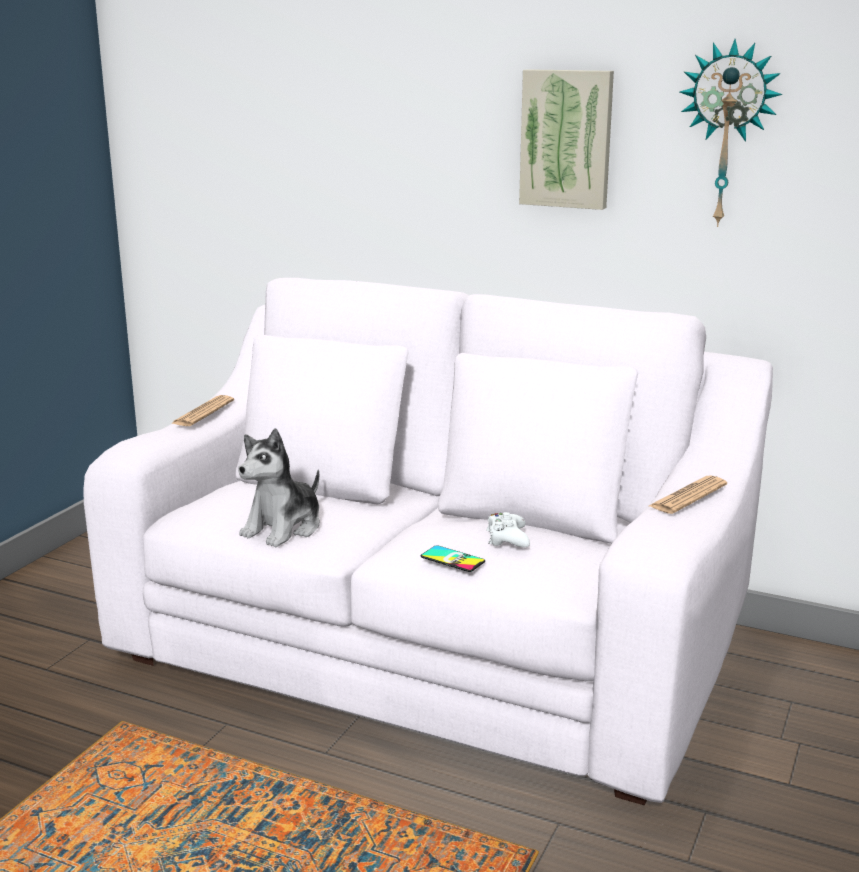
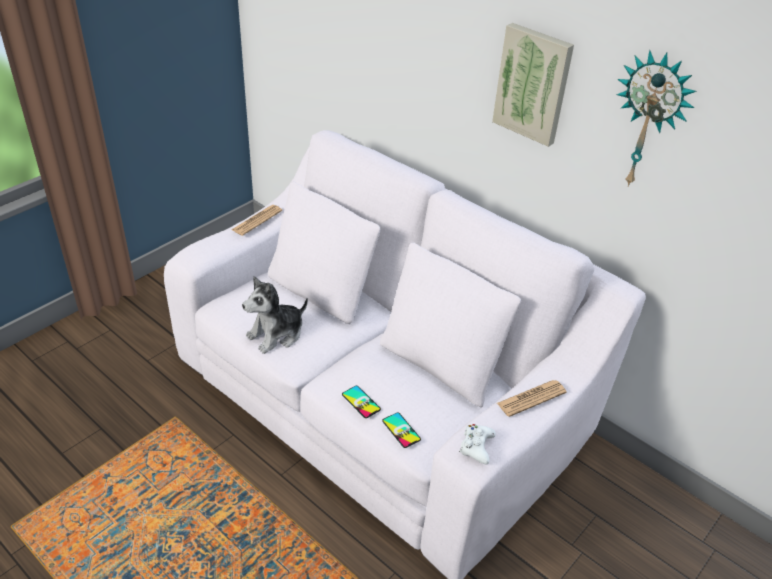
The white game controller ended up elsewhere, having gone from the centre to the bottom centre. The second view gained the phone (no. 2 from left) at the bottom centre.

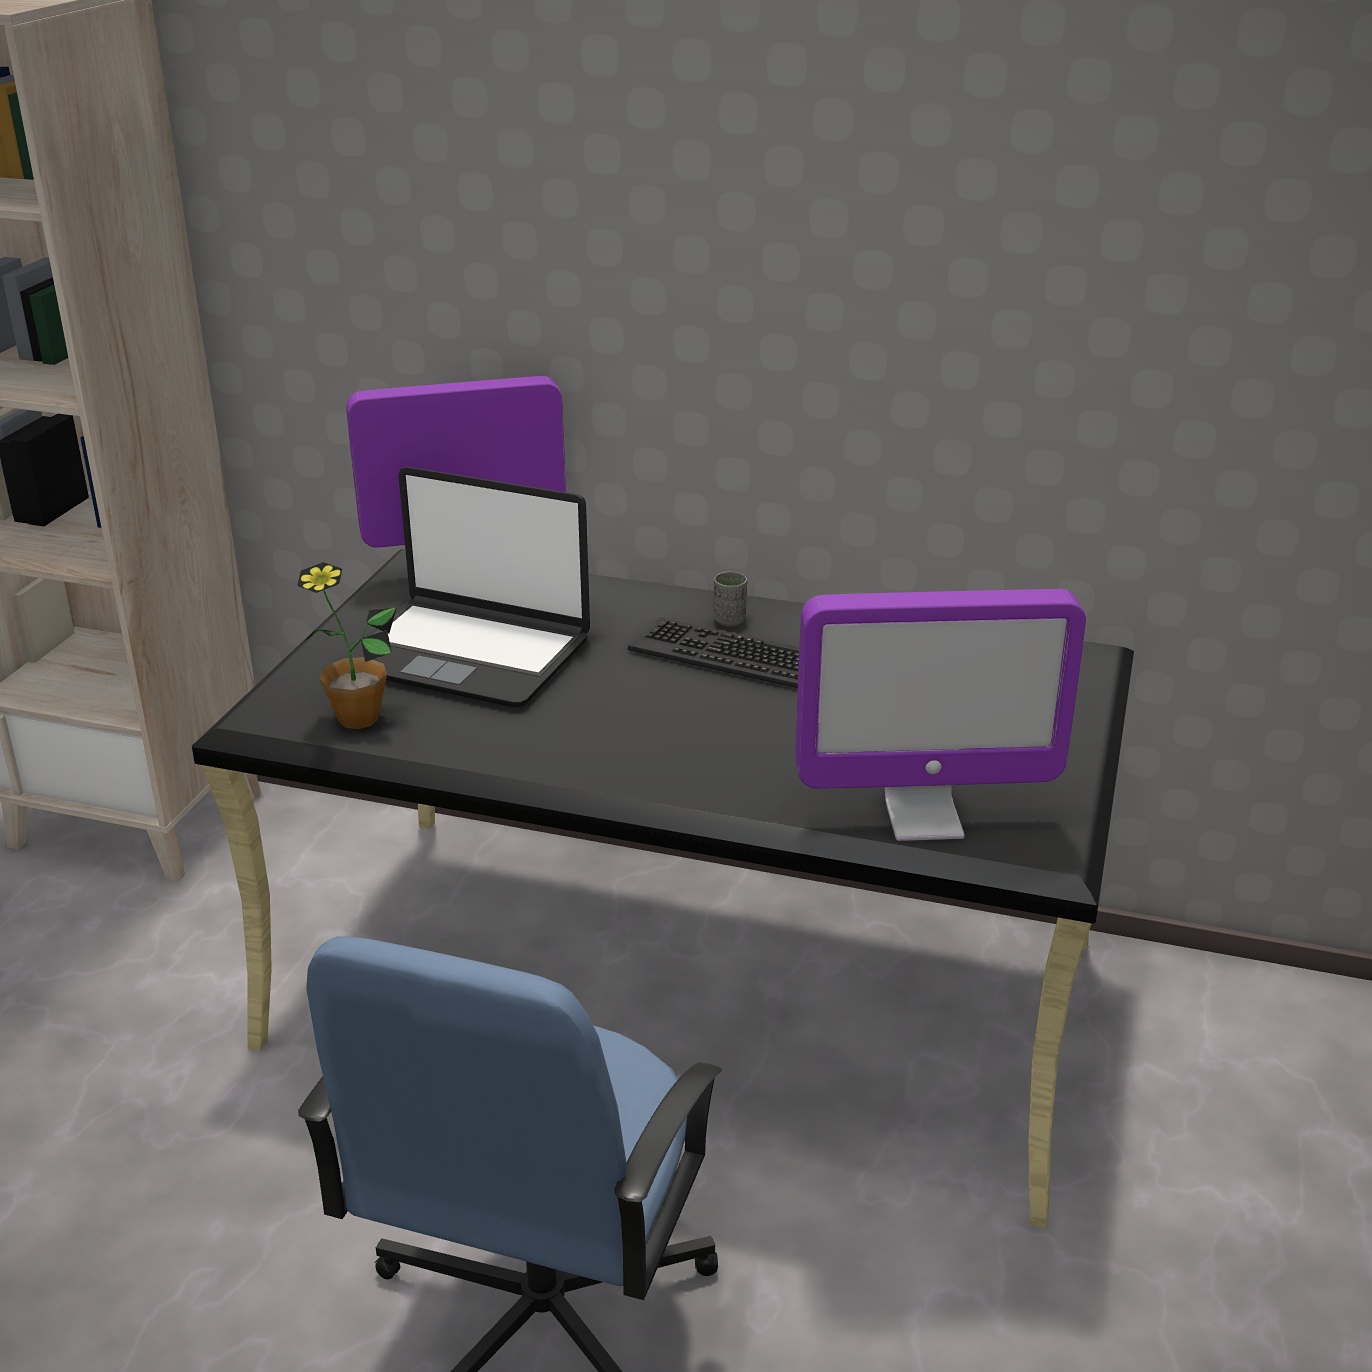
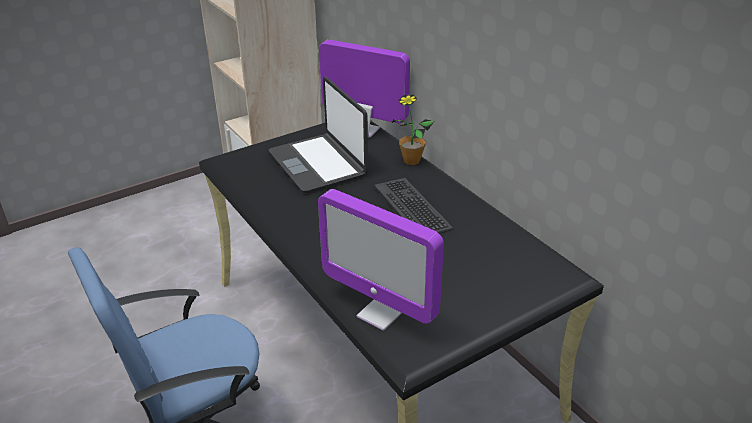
The potted plant ended up elsewhere, having gone from the middle left to the top centre. The second view lost the grey cup at the centre.

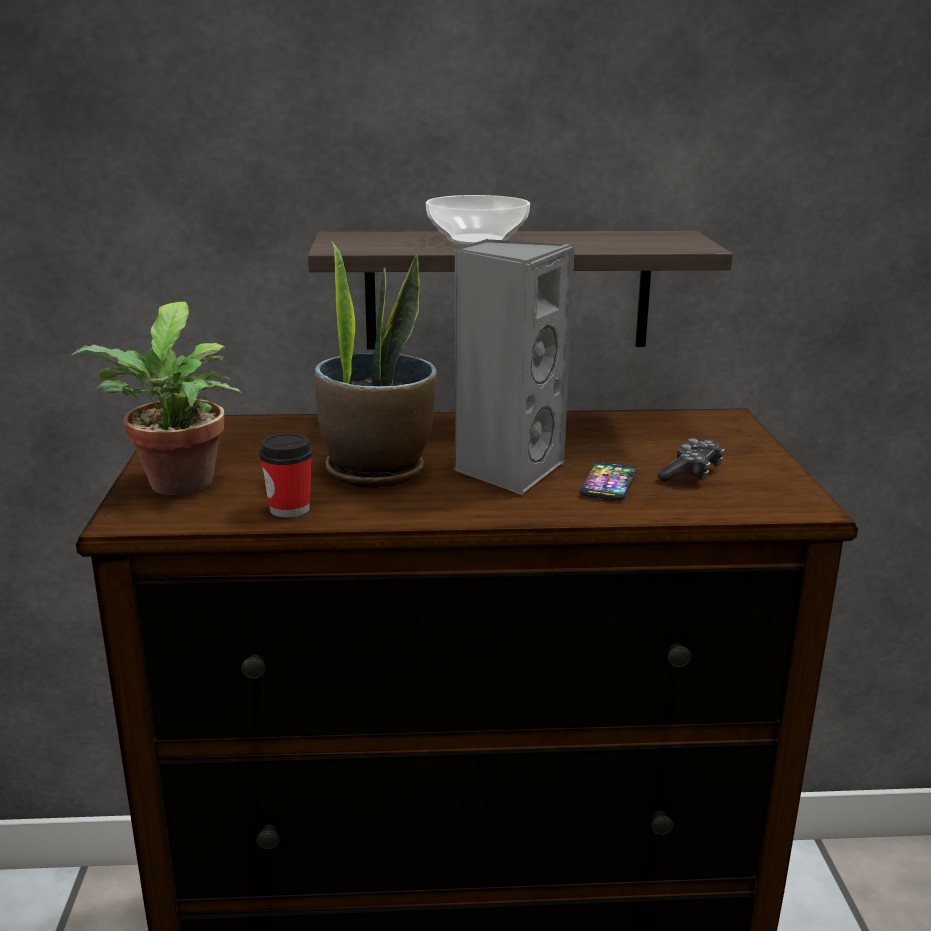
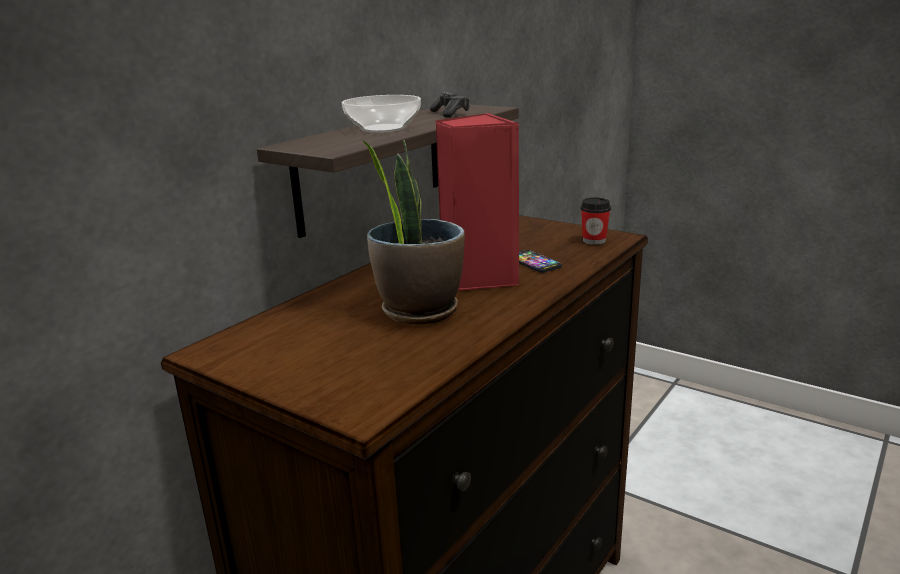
What was the grey speaker at the centre turned into the red speaker at the centre. The second view lost the potted plant (no. 1 from left) at the middle left. The cup ended up elsewhere, having gone from the middle left to the centre. The game controller ended up elsewhere, having gone from the middle right to the top centre.

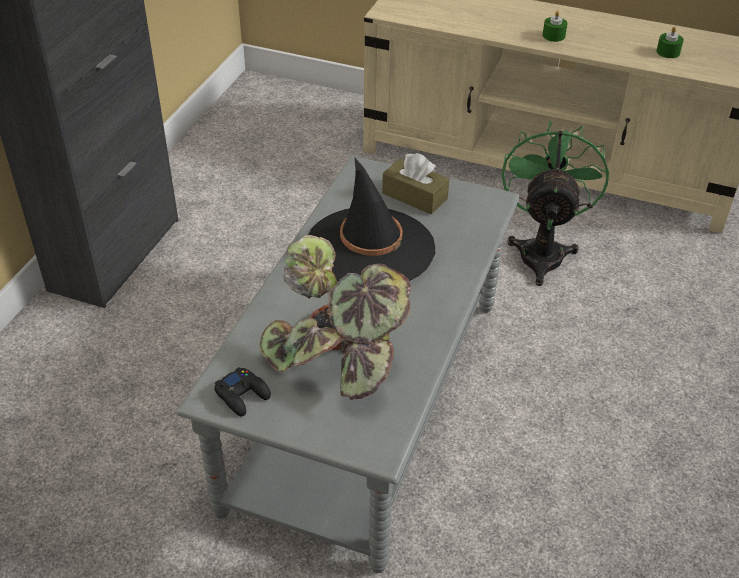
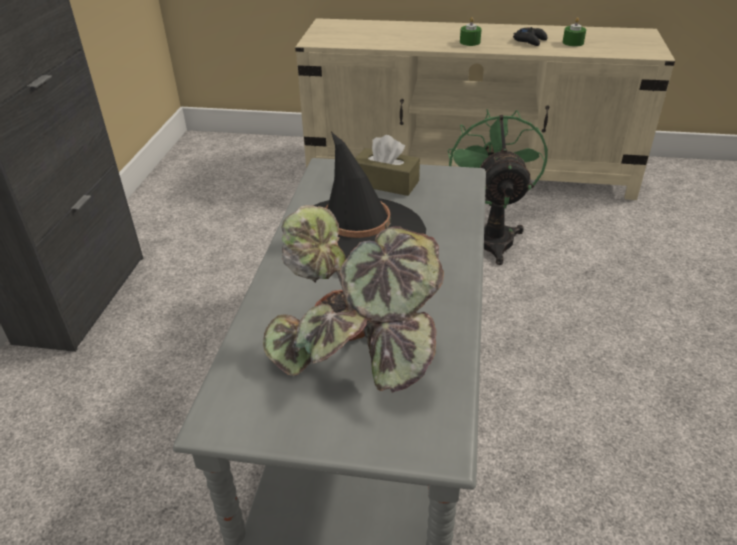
The black game controller ended up elsewhere, having gone from the bottom left to the top right.

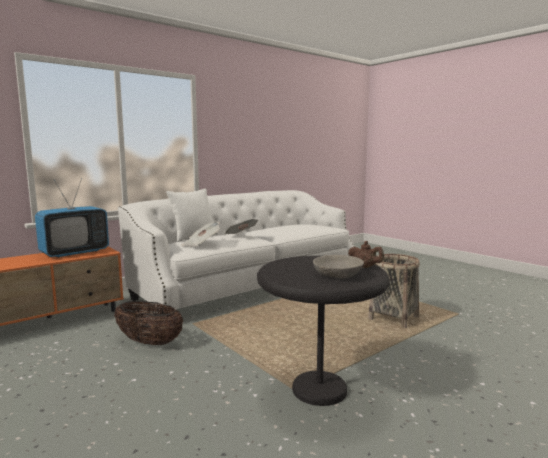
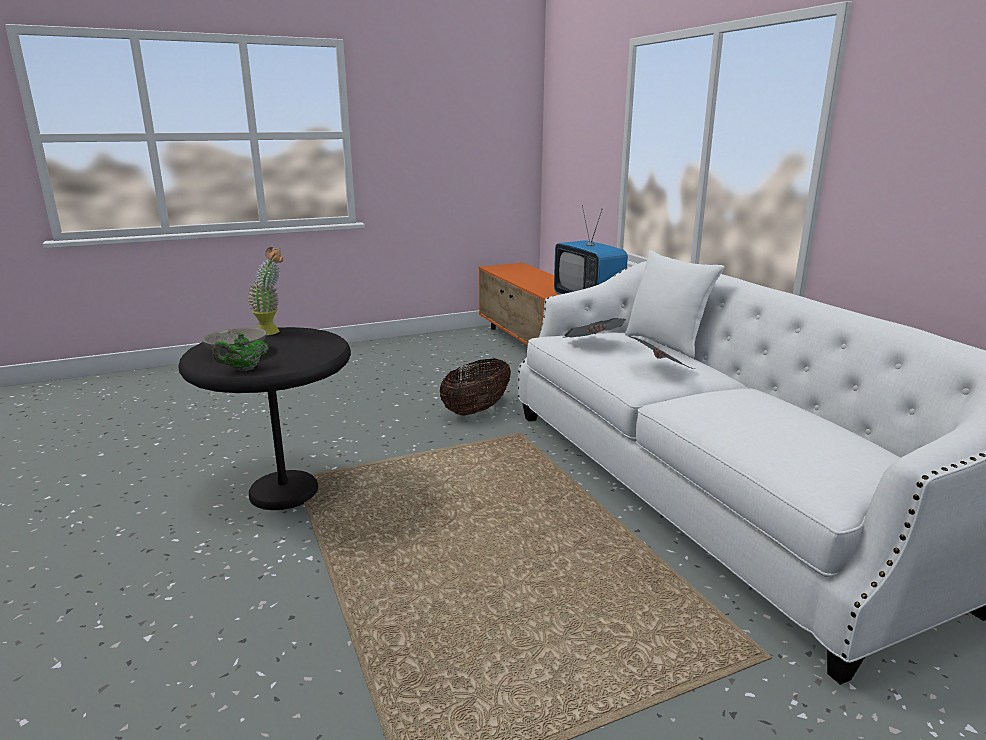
What was the brown teapot at the middle right turned into the green teapot at the middle left. The second view lost the basket (no. 2 from left) at the middle right. The second view gained the potted plant at the middle left.

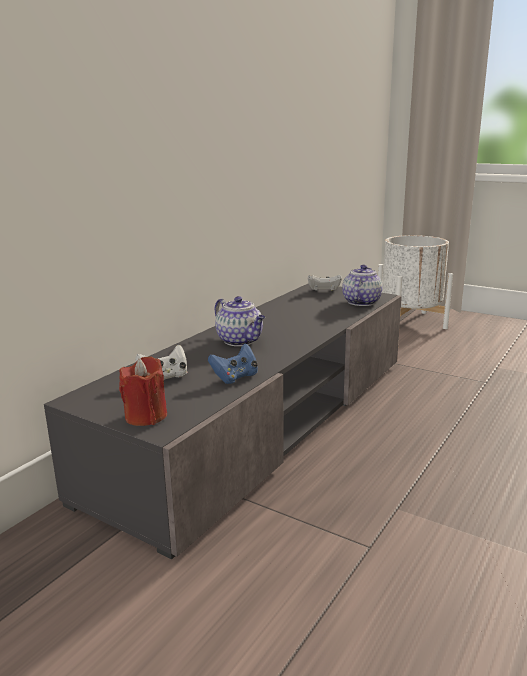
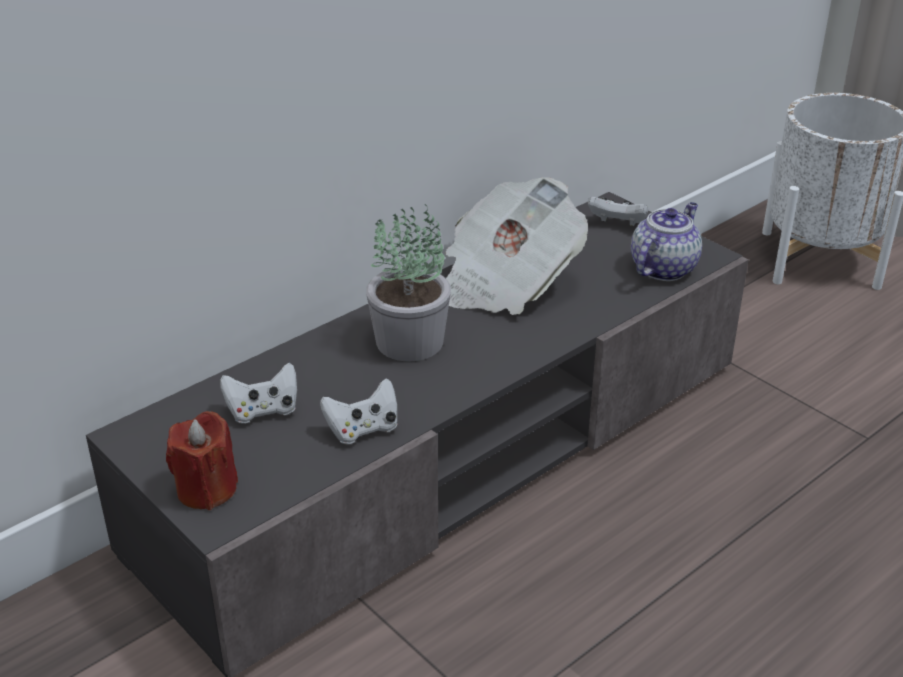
Where the teapot (no. 1 from left) stood at the centre, the potted plant came to stand at the centre. What was the blue game controller at the centre turned into the white game controller (no. 2 from left) at the centre. The second view gained the newspaper at the centre.

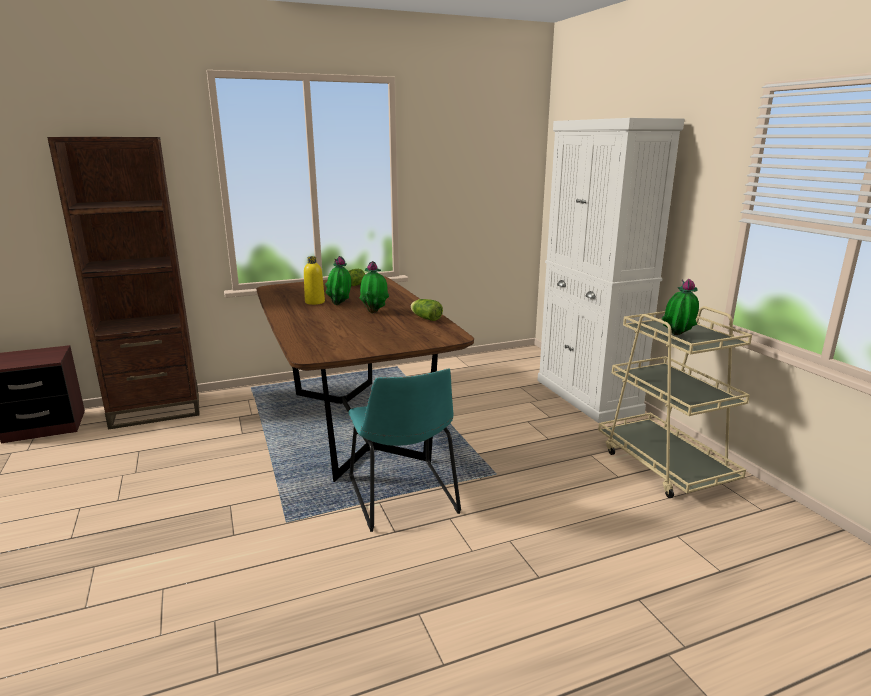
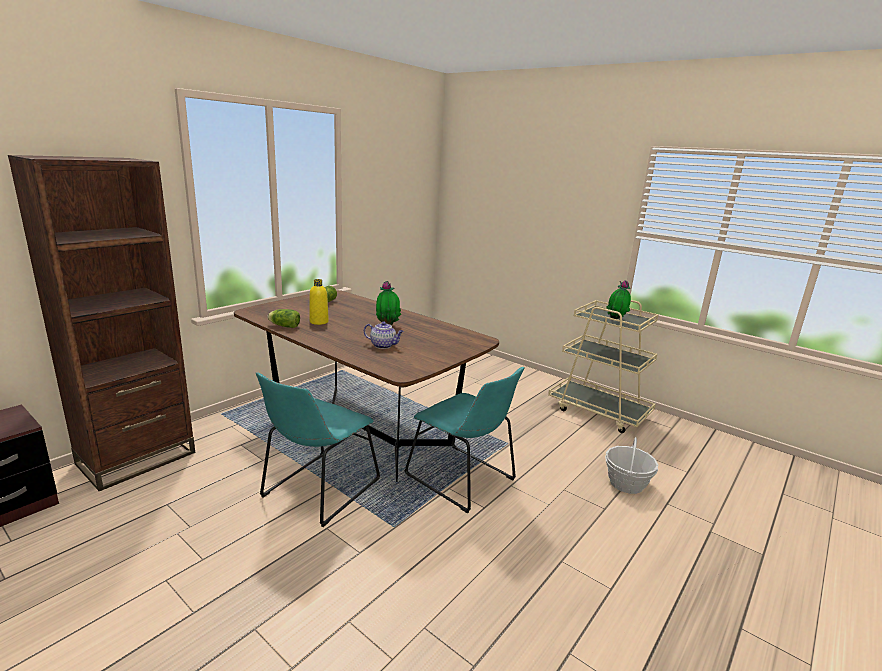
The second view lost the white cabinet at the middle right. The second view lost the potted plant (no. 1 from left) at the centre. The lettuce (no. 2 from left in the first image) ended up elsewhere, having gone from the centre to the middle left. The second view gained the teapot at the centre. The second view gained the turquoise chair (no. 1 from left) at the bottom centre. The second view gained the basket at the bottom right.

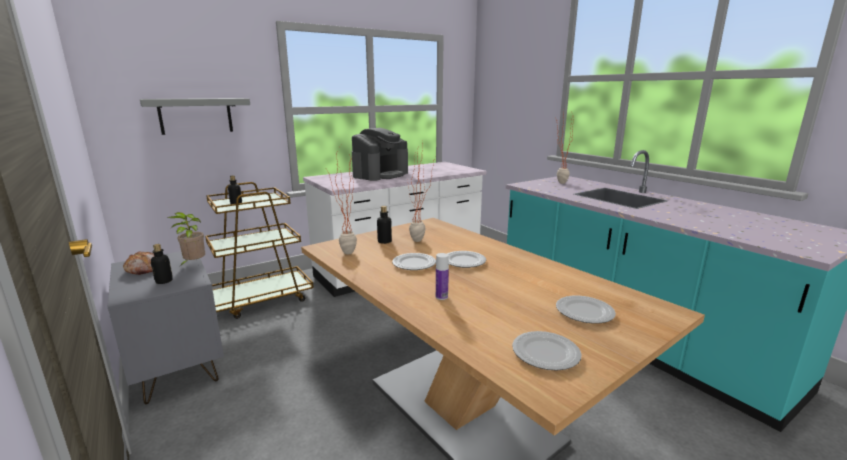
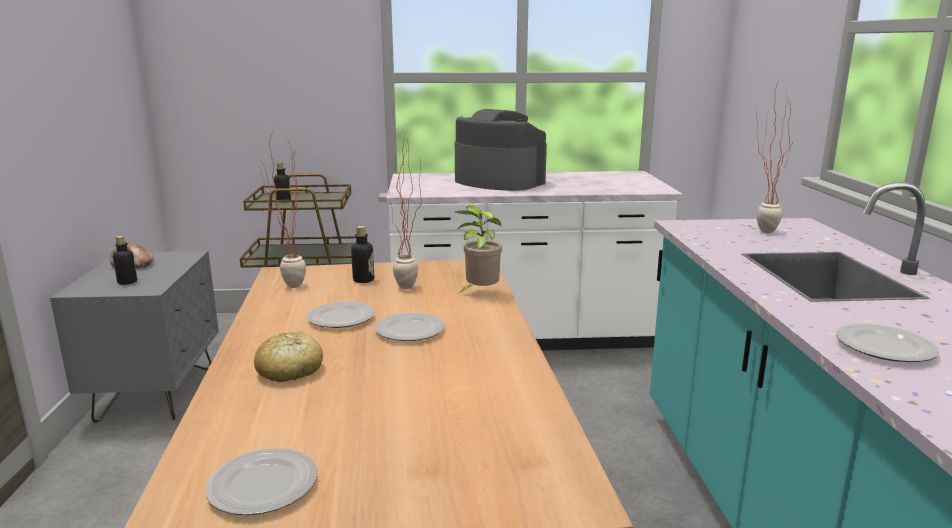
The second view lost the grey shelf at the top left. The coffee machine at the centre ended up facing another way, 120 degrees counterclockwise from before. The potted plant (no. 1 from left in the first image) ended up elsewhere, having gone from the middle left to the centre. Where the bottle (no. 4 from left) stood at the centre, the bread (no. 2 from left) came to stand at the bottom left. The plate (no. 4 from left) ended up elsewhere, having gone from the bottom right to the middle right.

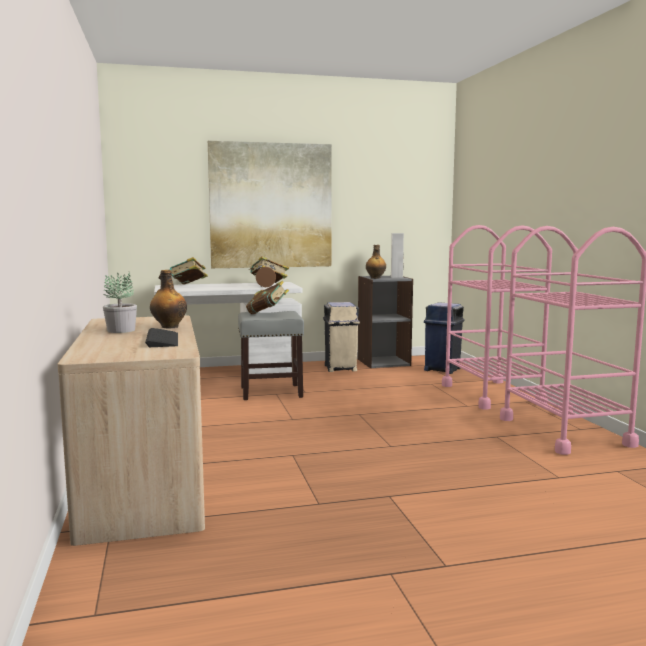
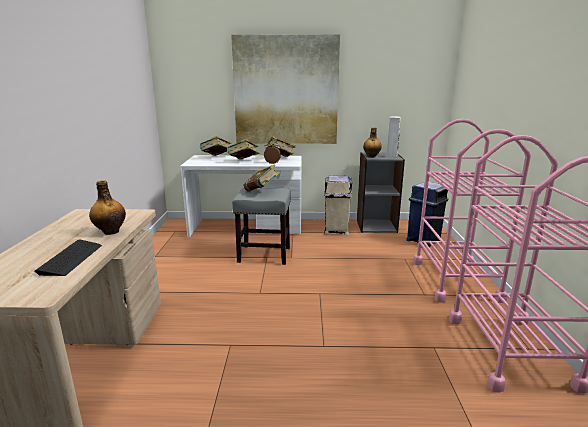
The second view lost the potted plant at the middle left. The second view gained the book (no. 2 from left) at the centre.

